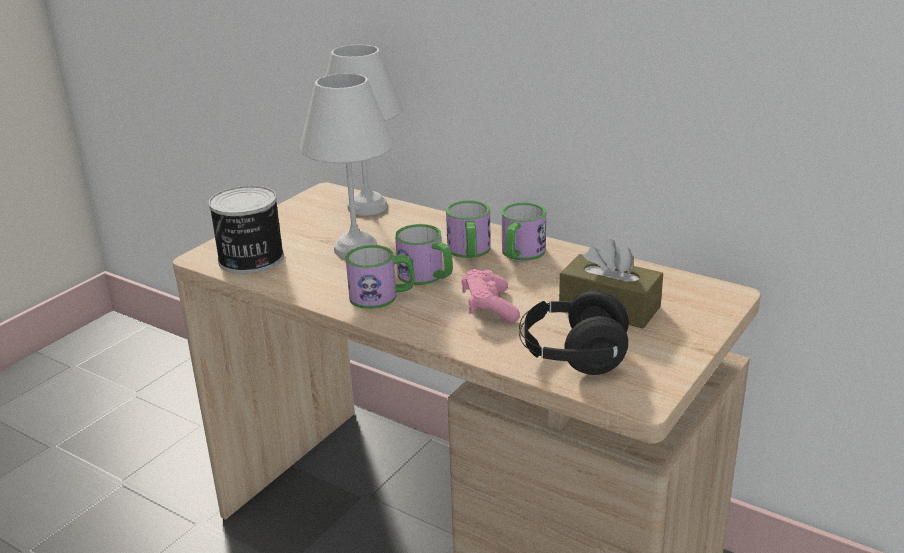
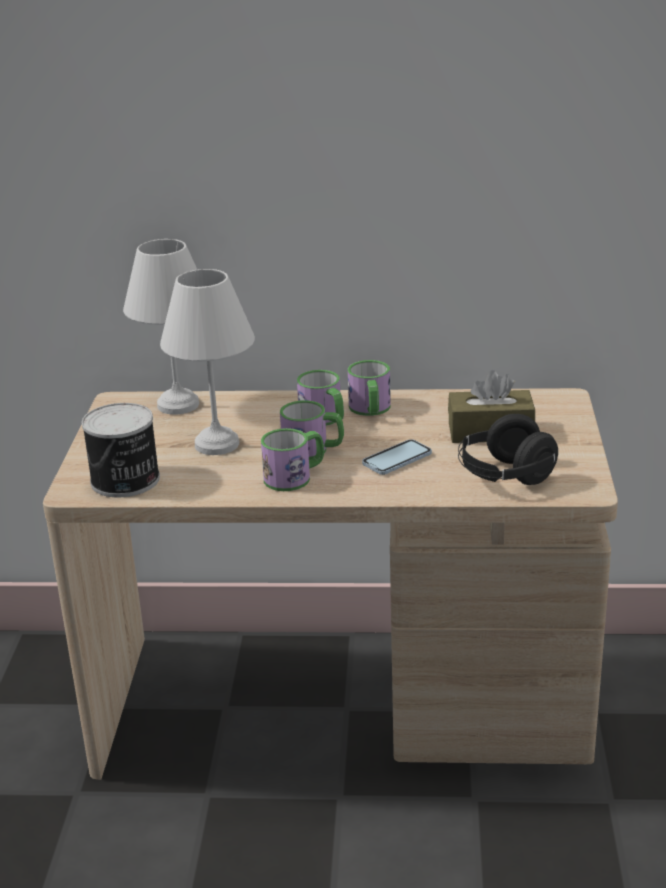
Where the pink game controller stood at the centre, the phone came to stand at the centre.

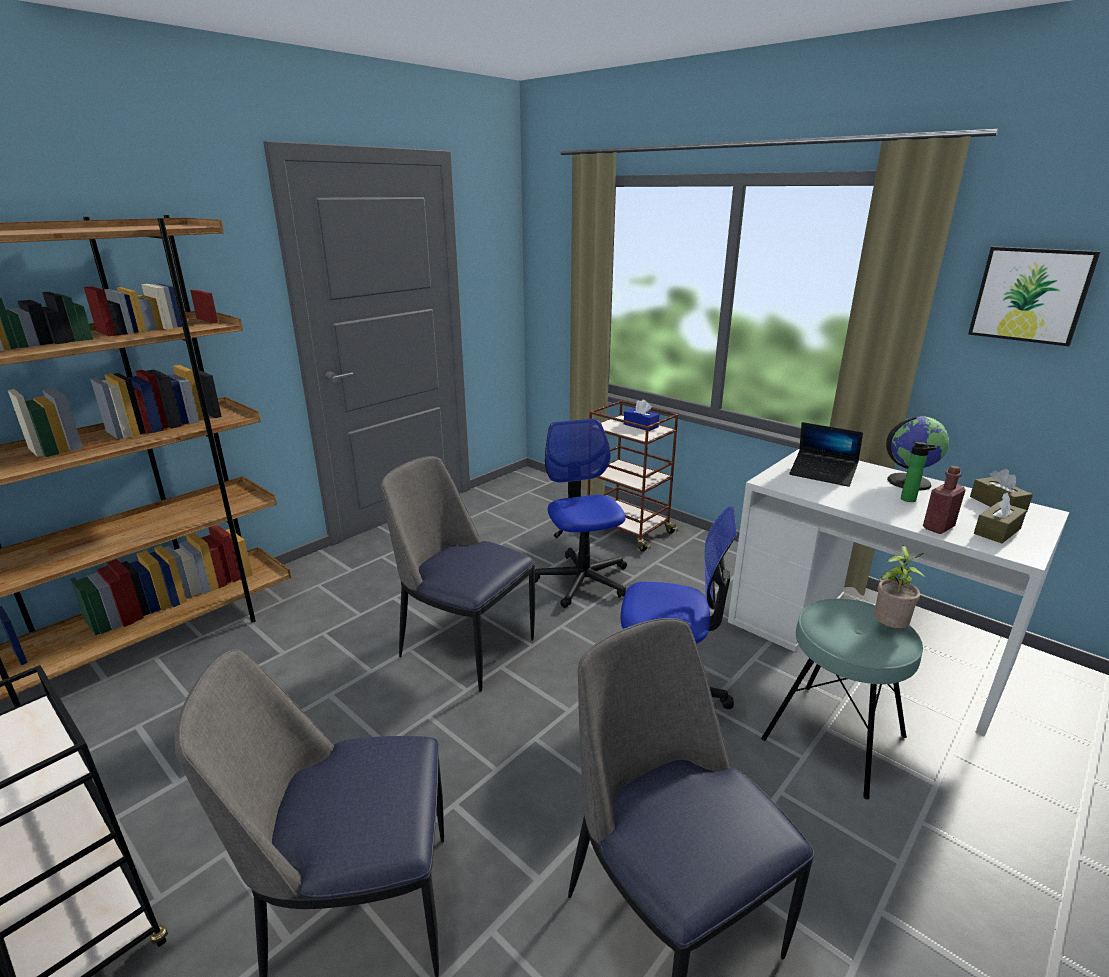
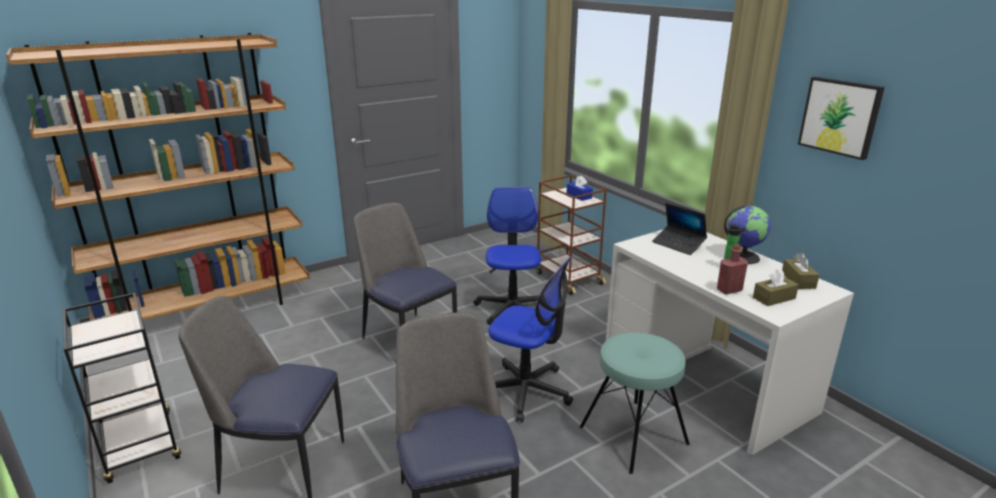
The second view lost the potted plant at the middle right.

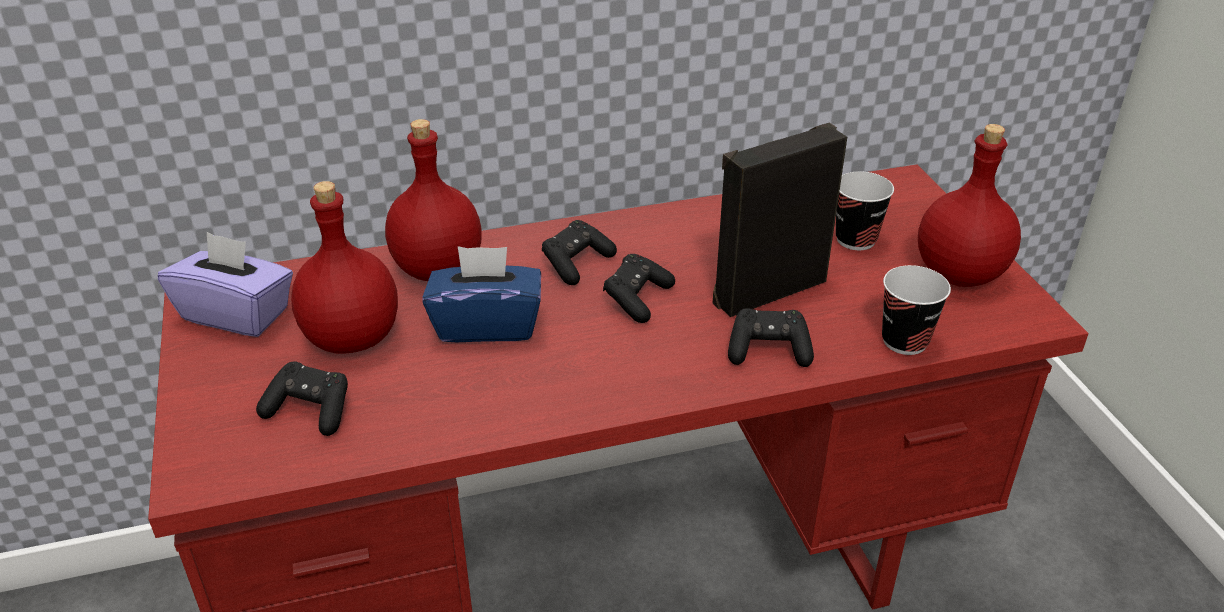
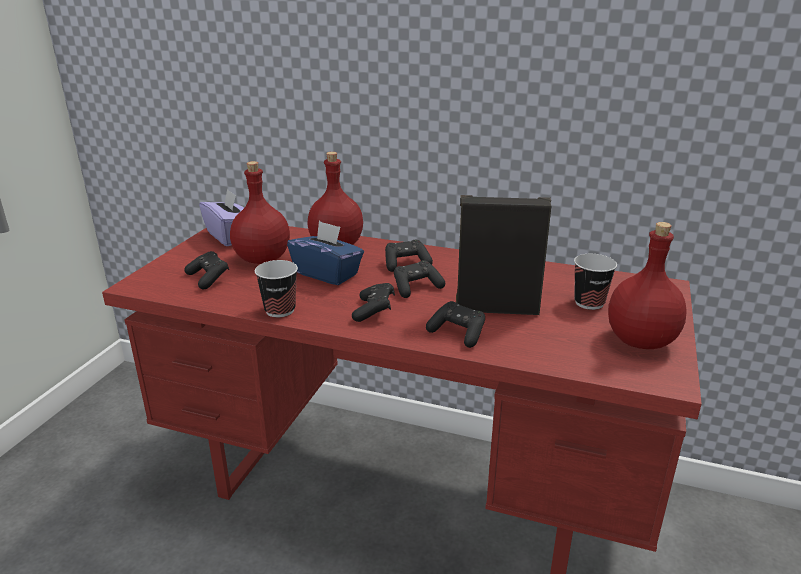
The cup (no. 2 from left in the first image) ended up elsewhere, having gone from the middle right to the centre. The second view gained the black game controller (no. 2 from left) at the centre.

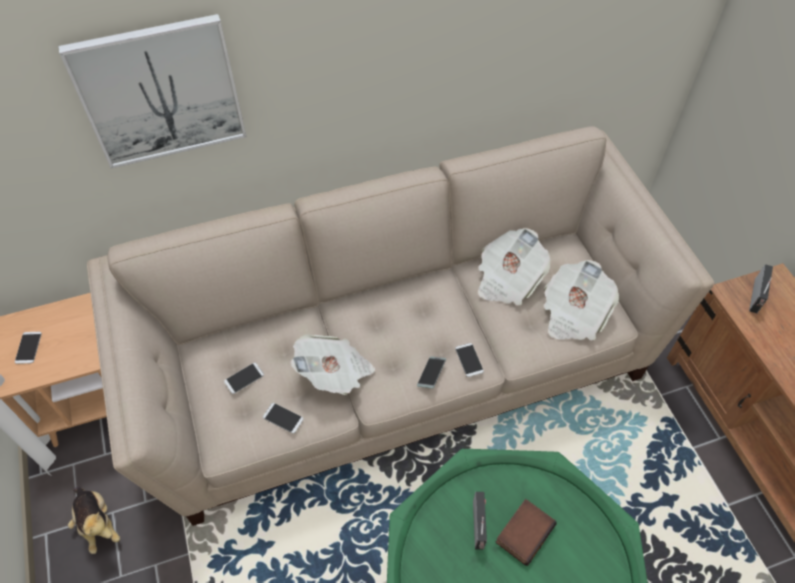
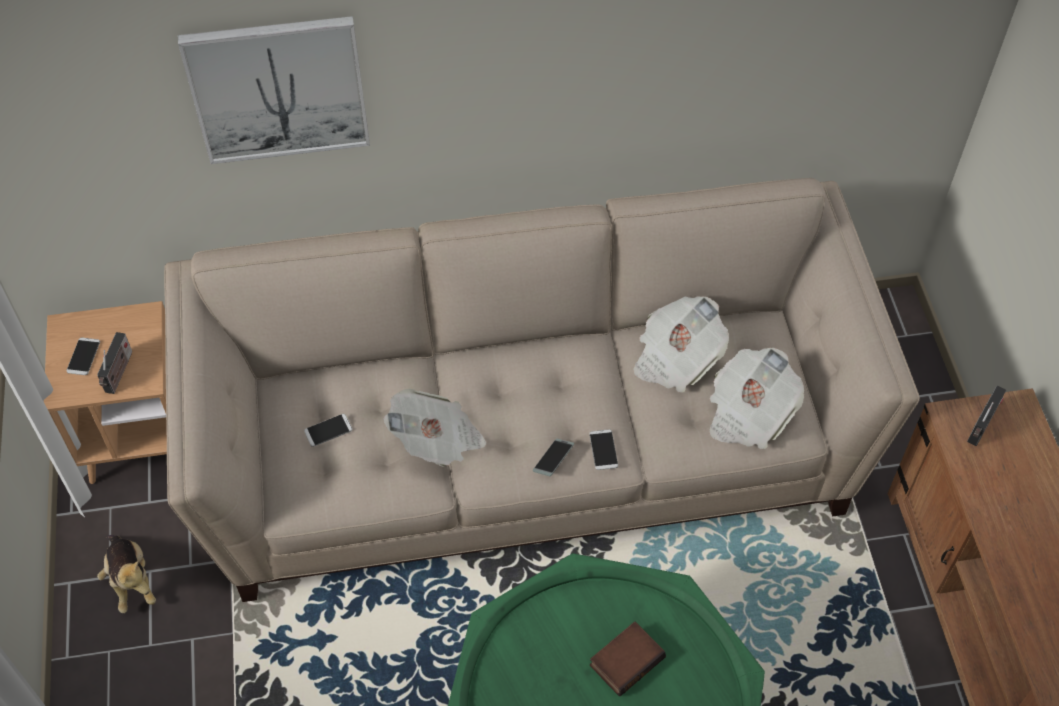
The second view lost the phone (no. 3 from left) at the bottom centre. The radio (no. 1 from left) ended up elsewhere, having gone from the bottom centre to the middle left.

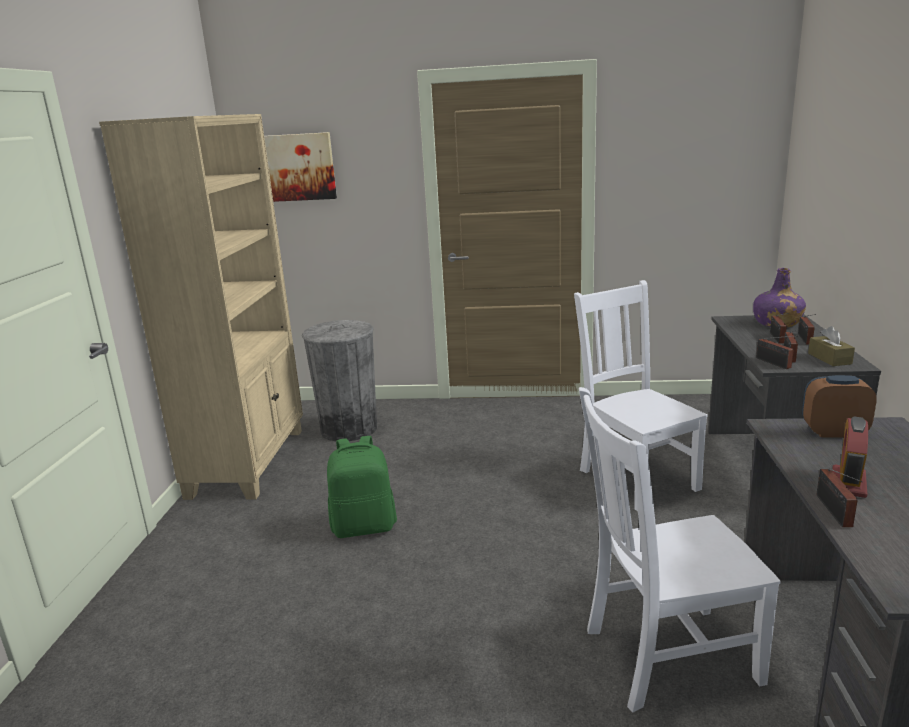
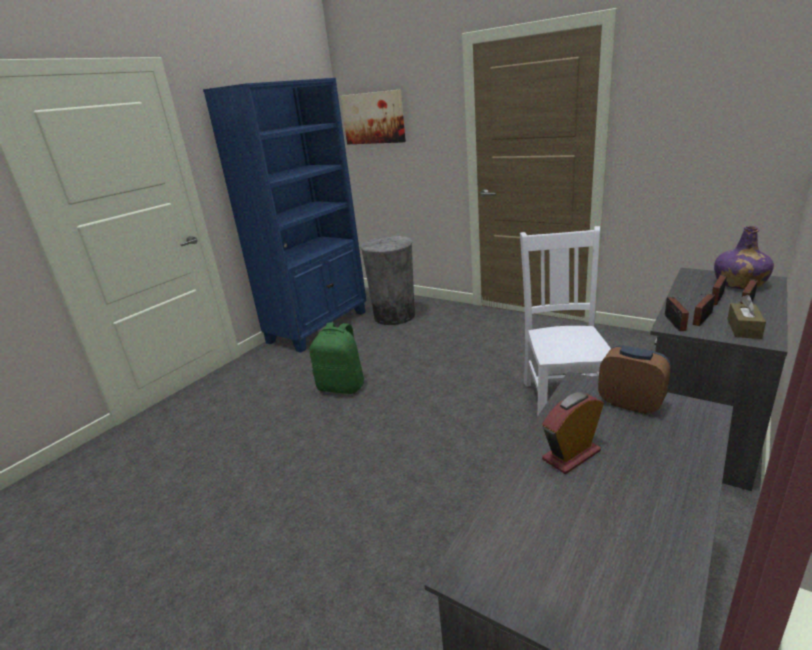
What was the beige bookcase at the middle left turned into the blue bookcase at the top centre. The second view lost the white chair (no. 2 from left) at the bottom right. The second view lost the radio (no. 5 from left) at the bottom right.

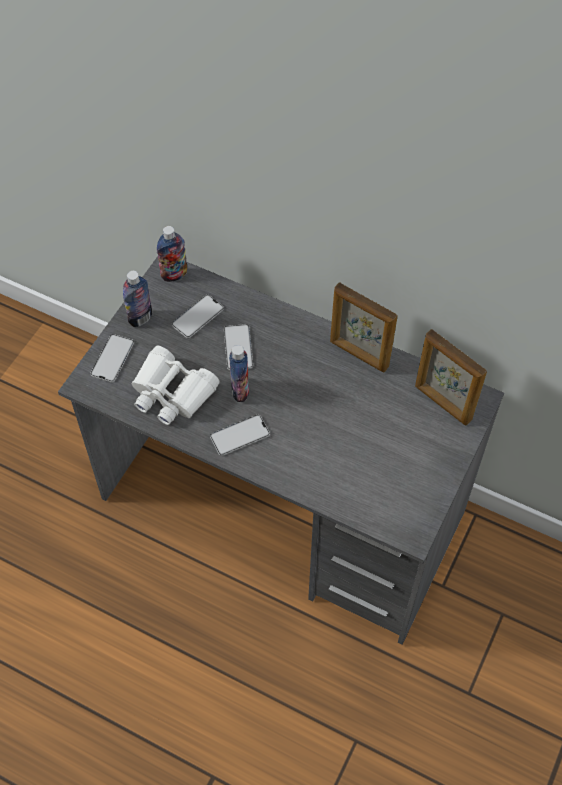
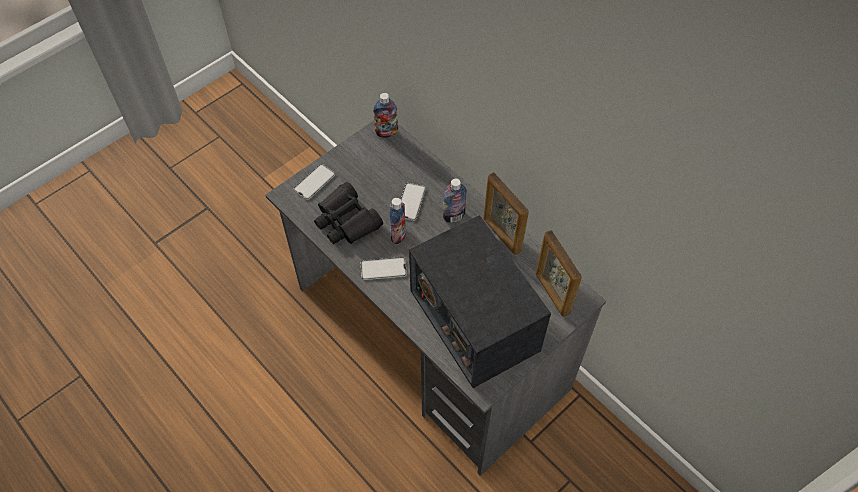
The bottle (no. 1 from left in the first image) ended up elsewhere, having gone from the middle left to the centre. The second view lost the phone (no. 2 from left) at the centre. What was the white binoculars at the middle left turned into the black binoculars at the centre. The second view gained the radio at the centre.

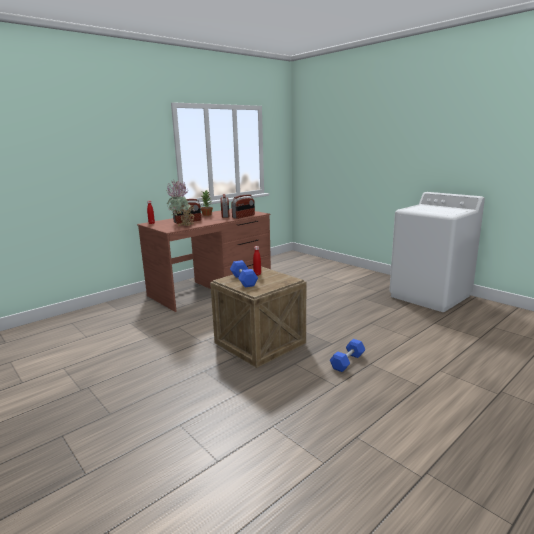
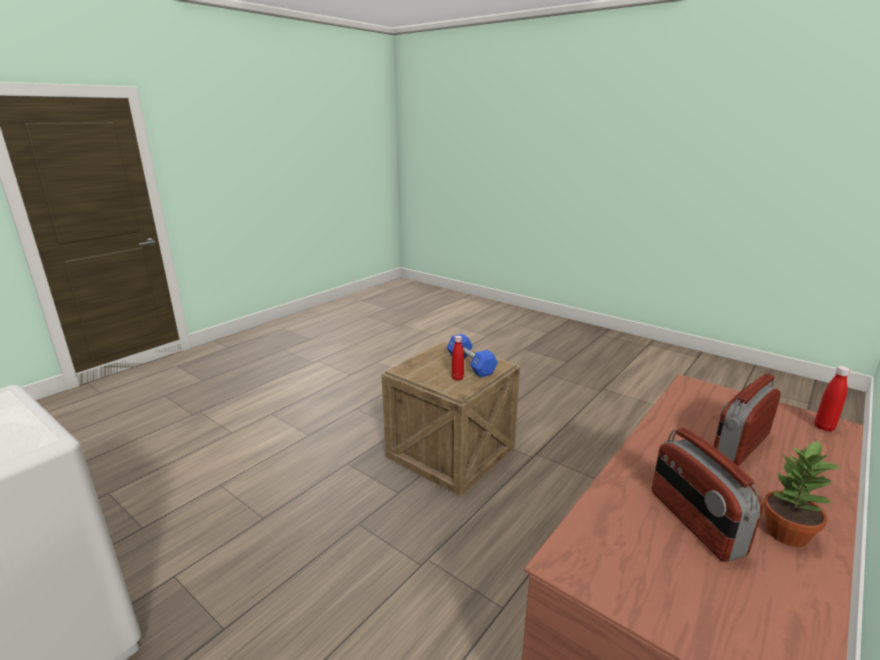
The second view lost the potted plant (no. 1 from left) at the centre. The second view lost the radio (no. 3 from left) at the centre. The second view lost the blue dumbbell (no. 2 from left) at the centre.

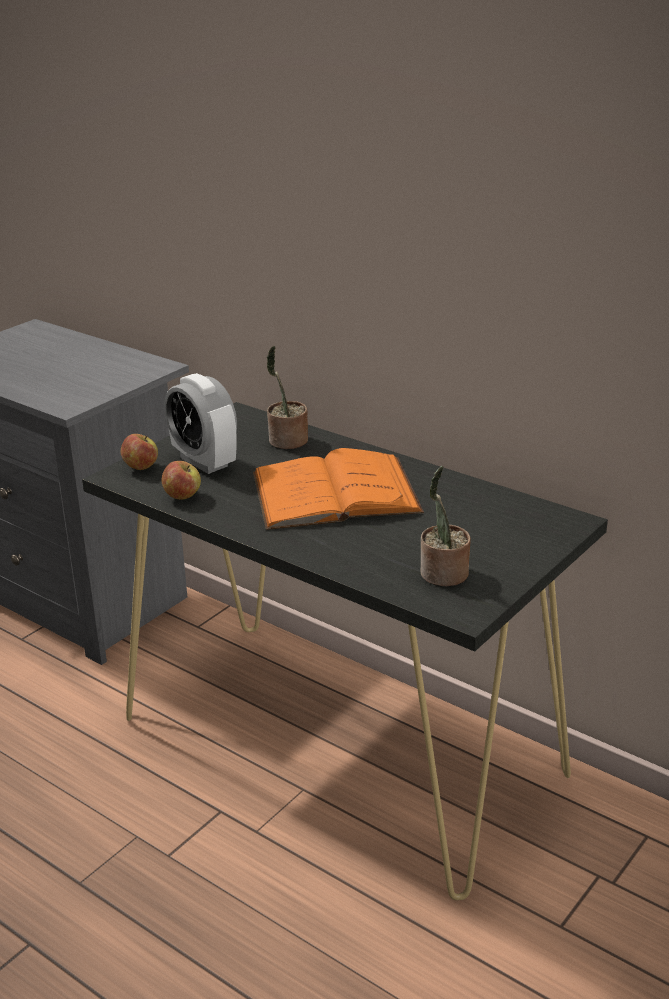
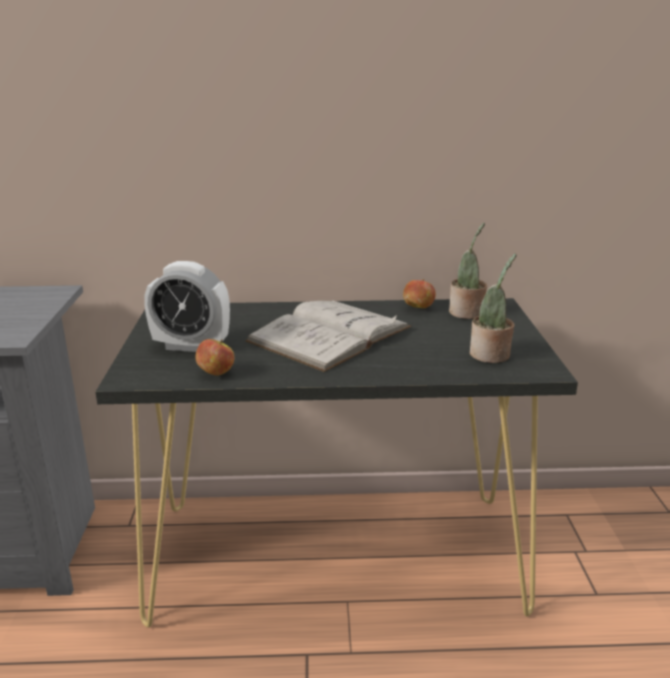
The potted plant (no. 1 from left) ended up elsewhere, having gone from the centre to the middle right. The apple (no. 1 from left in the first image) ended up elsewhere, having gone from the middle left to the centre. What was the orange book at the centre turned into the white book at the centre.

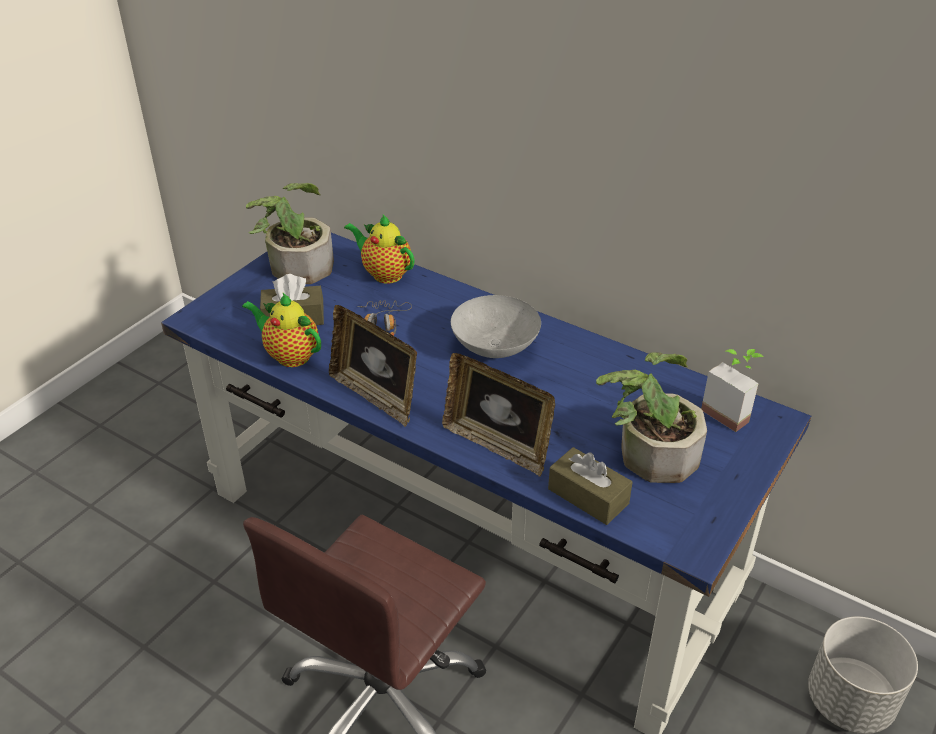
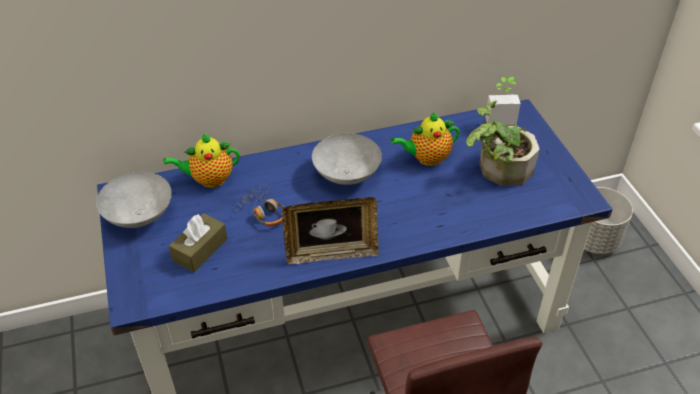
Where the potted plant (no. 1 from left) stood at the top left, the grey bowl (no. 1 from left) came to stand at the middle left. The teapot (no. 1 from left in the first image) ended up elsewhere, having gone from the middle left to the centre. The second view lost the picture frame (no. 2 from left) at the centre. The second view lost the brown tissue box (no. 2 from left) at the centre.

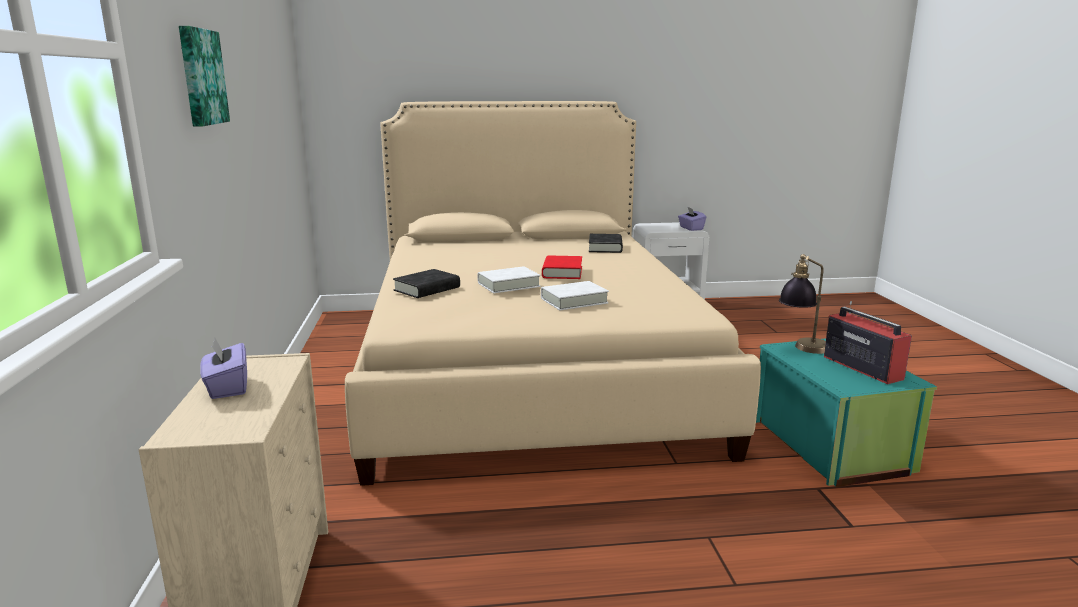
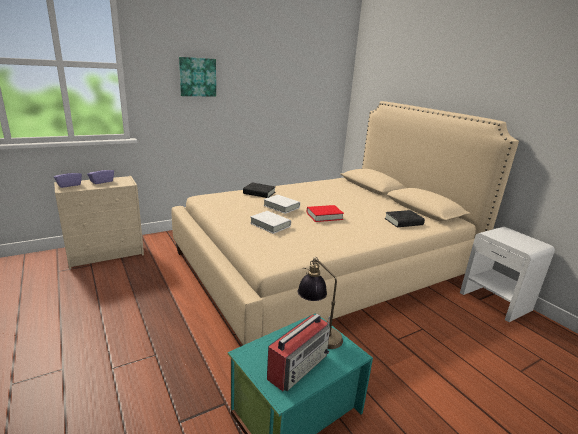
The purple tissue box (no. 2 from left in the first image) ended up elsewhere, having gone from the centre to the middle left.

